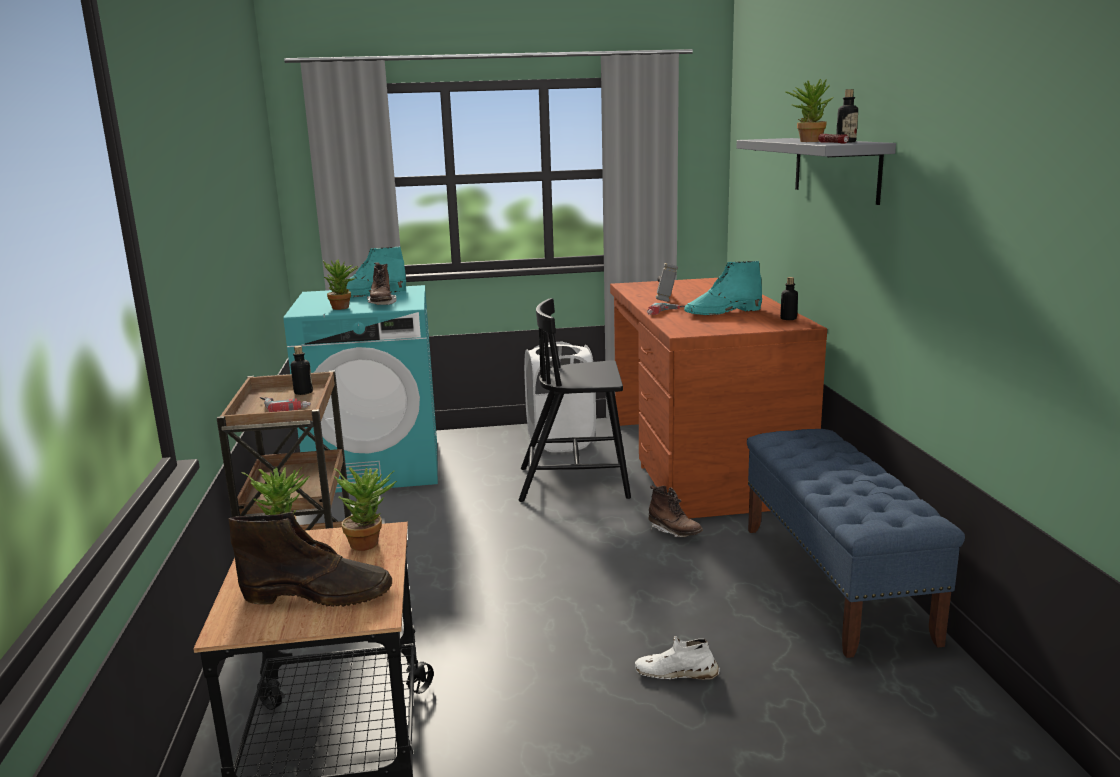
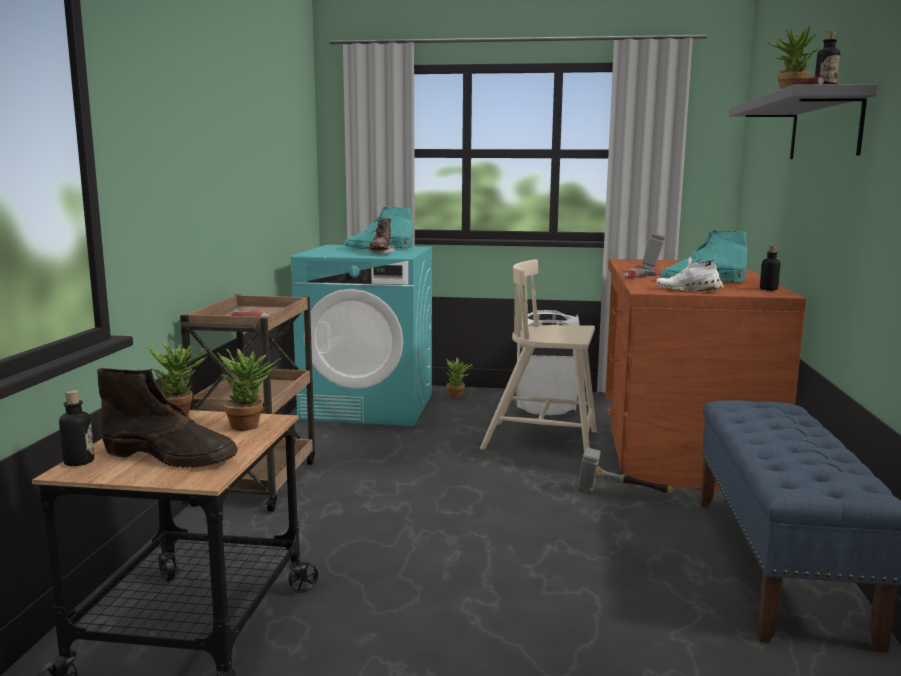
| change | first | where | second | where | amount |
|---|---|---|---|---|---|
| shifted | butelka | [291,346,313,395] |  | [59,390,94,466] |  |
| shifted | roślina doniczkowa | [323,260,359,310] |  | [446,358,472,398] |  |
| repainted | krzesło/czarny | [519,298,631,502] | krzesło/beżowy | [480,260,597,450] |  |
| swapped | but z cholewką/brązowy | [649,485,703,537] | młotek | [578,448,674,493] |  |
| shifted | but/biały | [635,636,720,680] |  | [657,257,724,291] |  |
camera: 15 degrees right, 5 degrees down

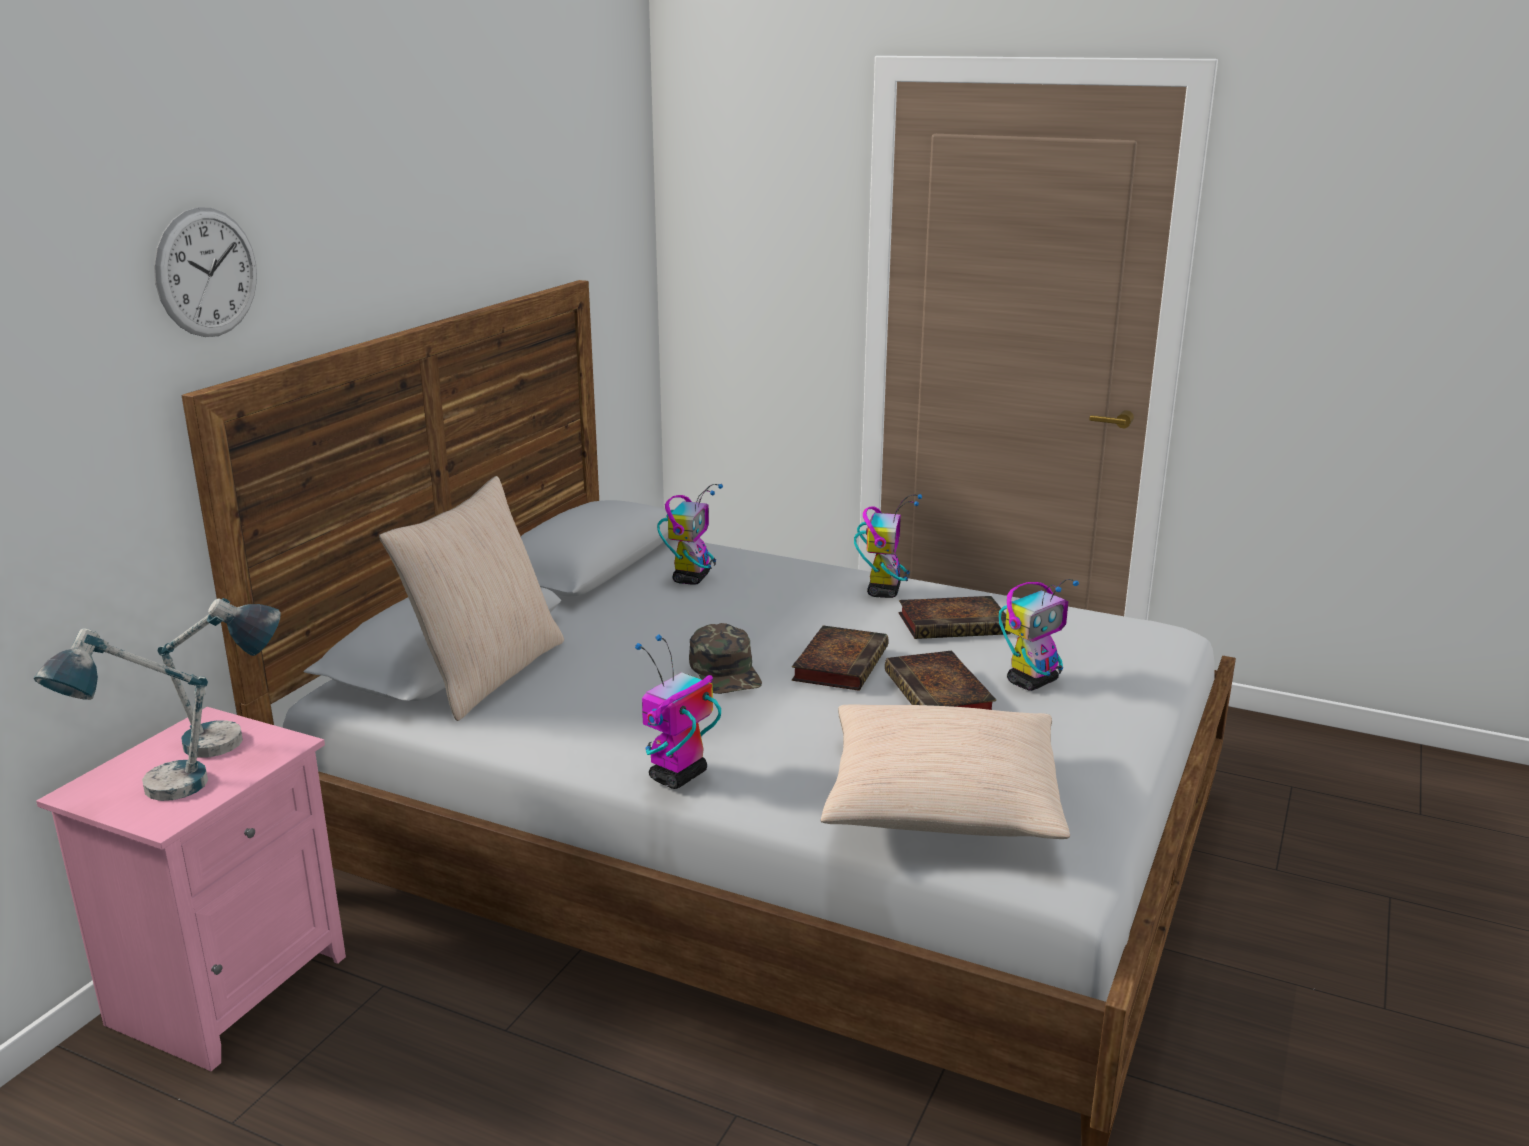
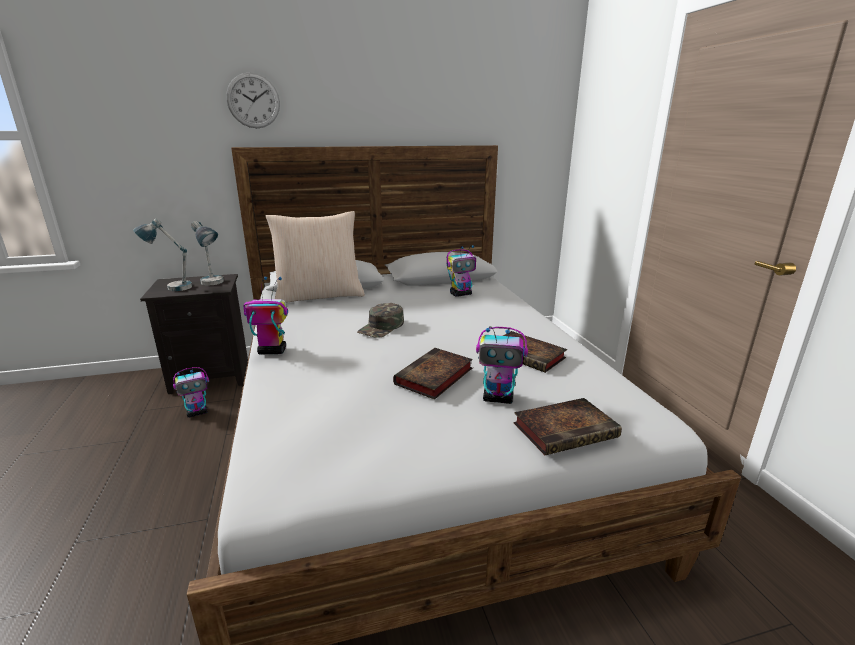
| change | first | where | second | where | amount |
|---|---|---|---|---|---|
| repainted | szafka nocna/różowy | [36,707,346,1071] | szafka nocna/czarny | [140,274,248,394] |  |
| shifted | robot zabawkowy | [854,494,923,598] |  | [173,367,209,418] |  |
| shifted | książka | [792,625,889,691] |  | [513,398,622,455] |  |
| gone | poduszka/beżowy | [820,705,1070,839] |  |  |  |
camera: 50 degrees right, 0 degrees up

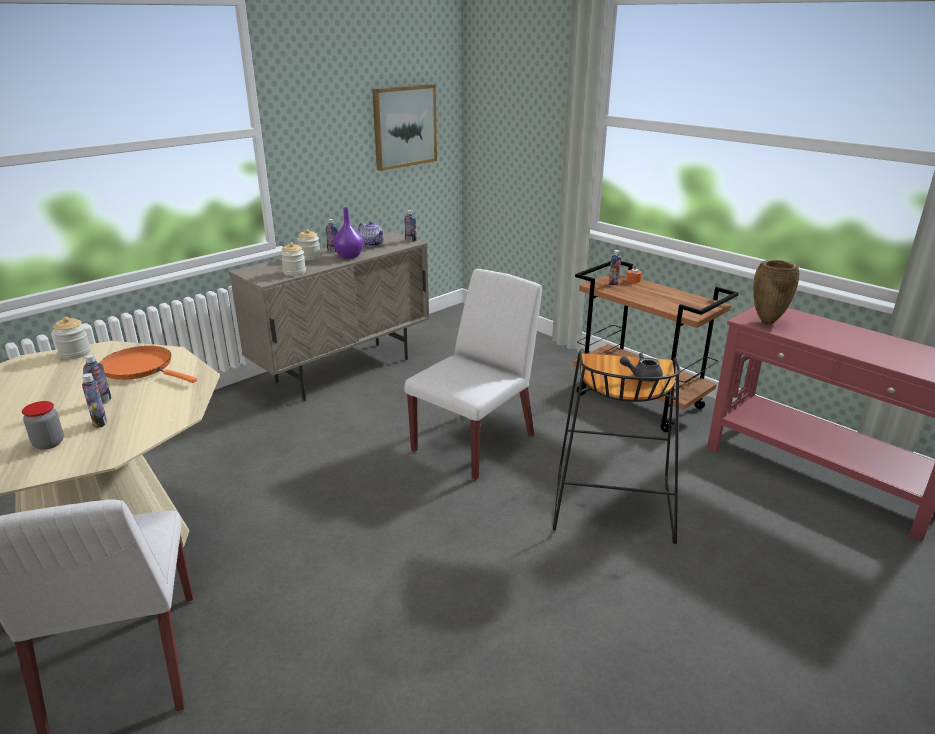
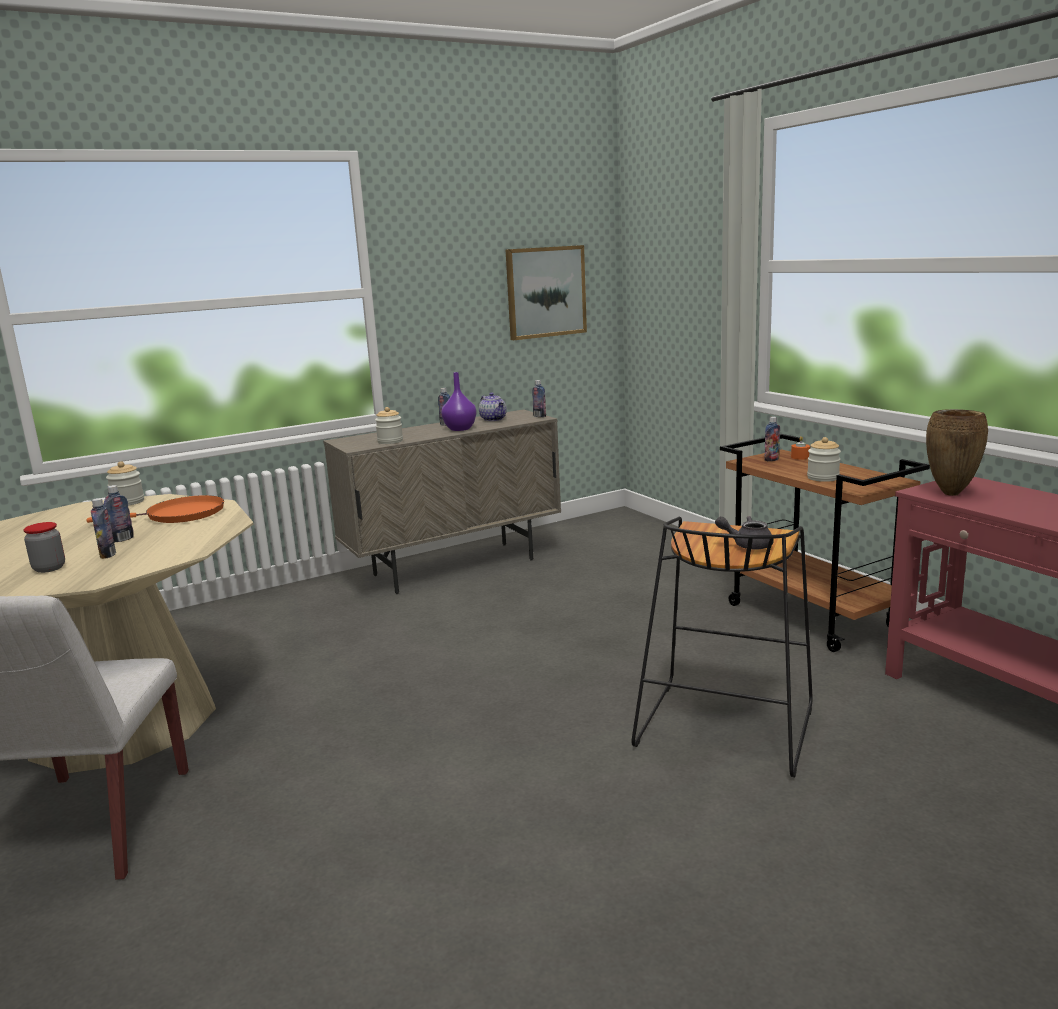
| change | first | where | second | where | amount |
|---|---|---|---|---|---|
| rotated | patelnia/pomarańczowy | [100,346,197,383] |  | [86,495,224,523] | 120 degrees clockwise |
| shifted | słoik | [297,229,321,261] |  | [807,437,841,482] |  |
| gone | krzesło/biały | [404,269,542,480] |  |  |  |
camera: 15 degrees right, 10 degrees down

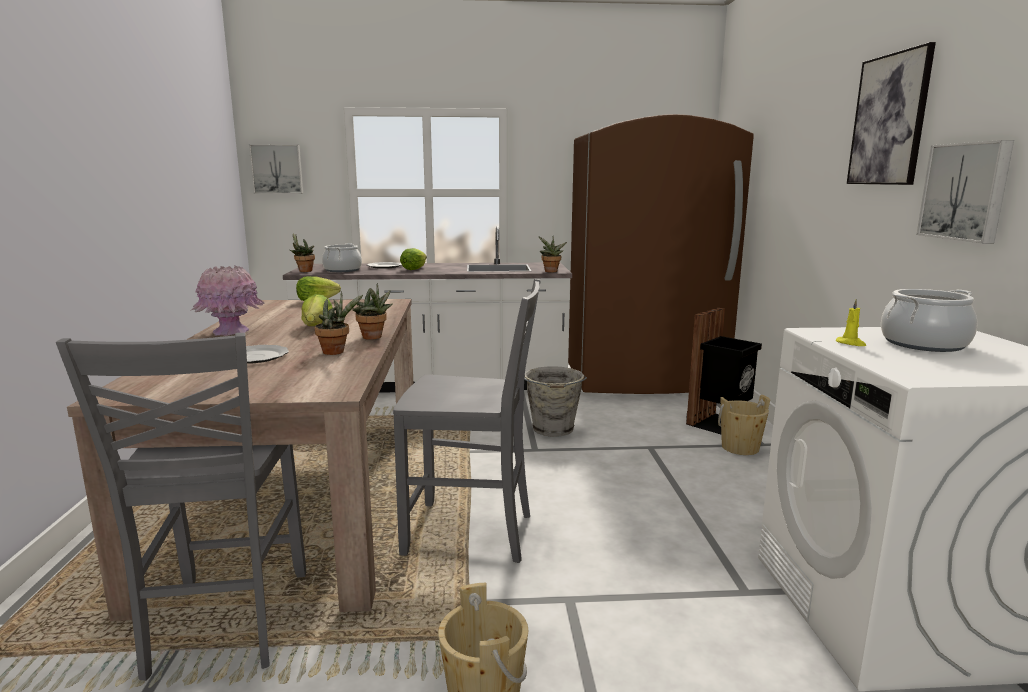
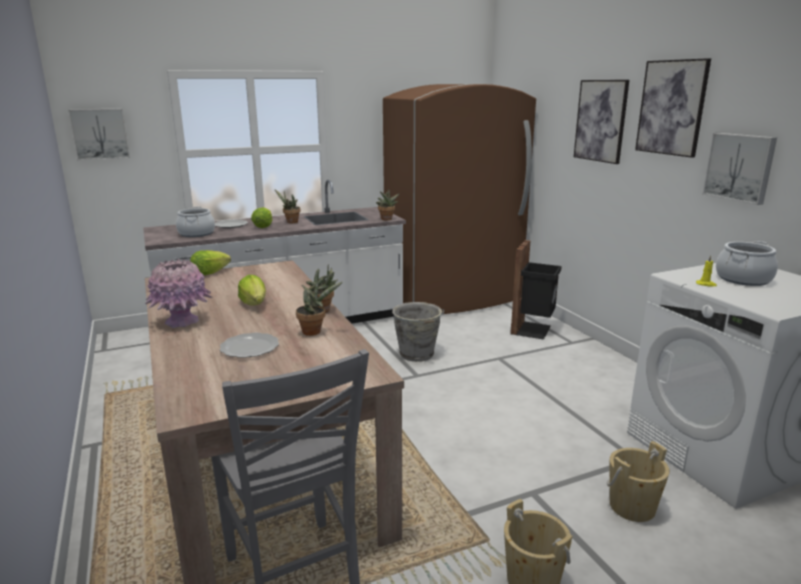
| change | first | where | second | where | amount |
|---|---|---|---|---|---|
| shifted | roślina doniczkowa | [290,233,315,272] |  | [275,189,300,223] |  |
| new |  |  | obraz | [574,80,629,164] |  |
| shifted | wiadro/beżowy | [718,395,770,455] |  | [607,441,670,522] |  |
| gone | krzesło/szary | [393,279,541,563] |  |  |  |
camera: 20 degrees left, 5 degrees up

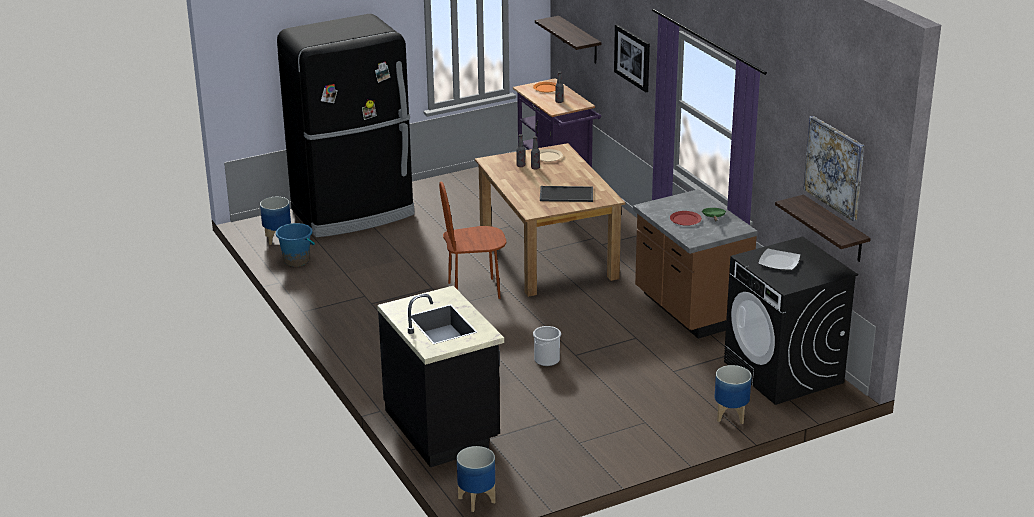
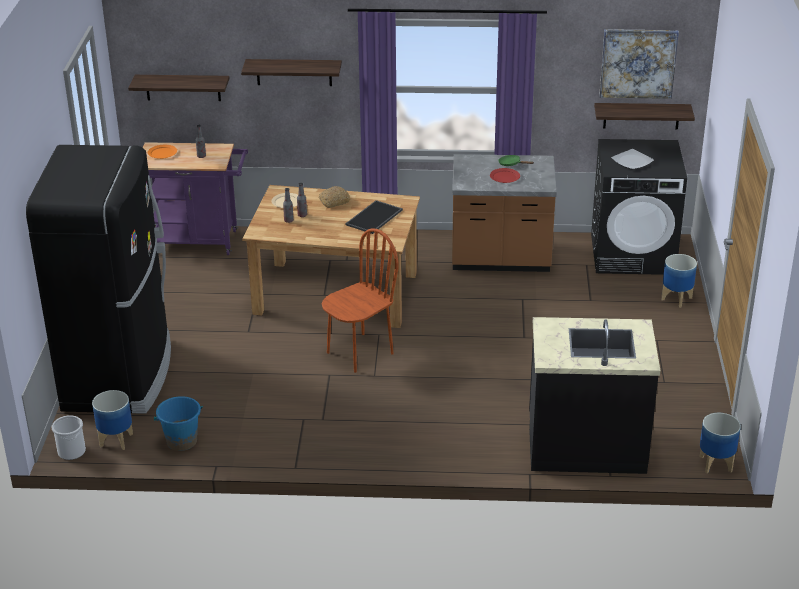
| change | first | where | second | where | amount |
|---|---|---|---|---|---|
| shifted | wiadro | [533,326,561,366] |  | [51,415,86,460] |  |
| swapped | obraz | [614,24,650,92] | półka | [241,59,342,86] |  |
| new |  |  | chleb | [319,186,350,208] |  |
| rotated | krzesło/brązowy | [439,181,506,299] |  | [322,228,398,373] | 150 degrees counterclockwise |
camera: 60 degrees left, 5 degrees up

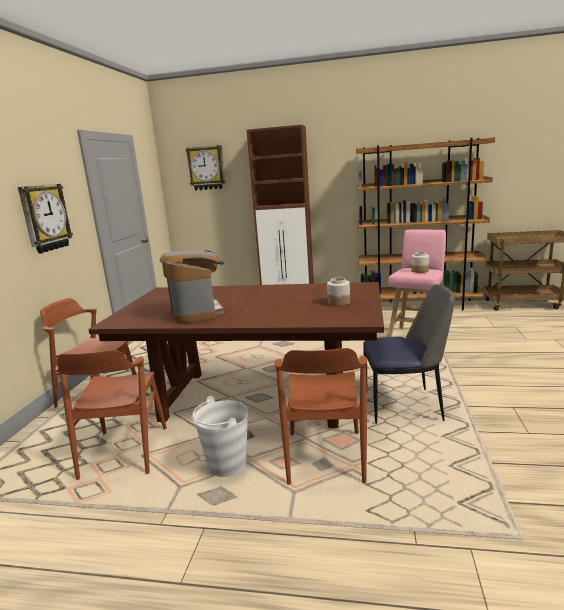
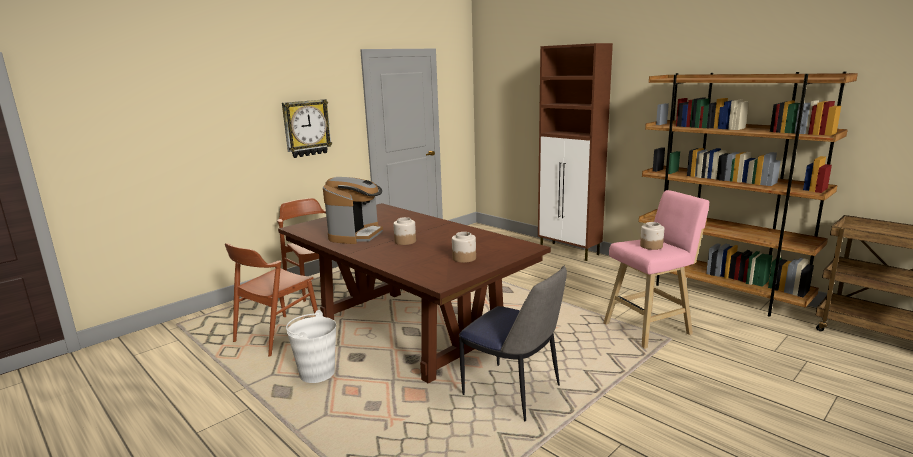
| change | first | where | second | where | amount |
|---|---|---|---|---|---|
| new |  |  | słoik | [393,217,416,245] |  |
| gone | zegar ścienny | [186,145,226,191] |  |  |  |
| gone | krzesło/brązowy | [274,348,367,485] |  |  |  |
camera: 35 degrees right, 0 degrees up

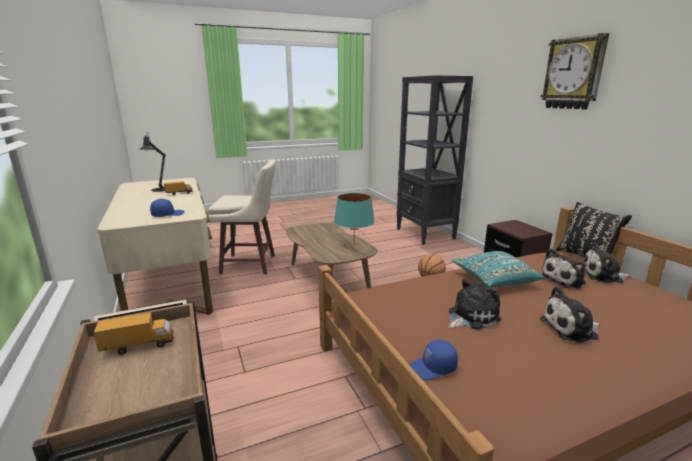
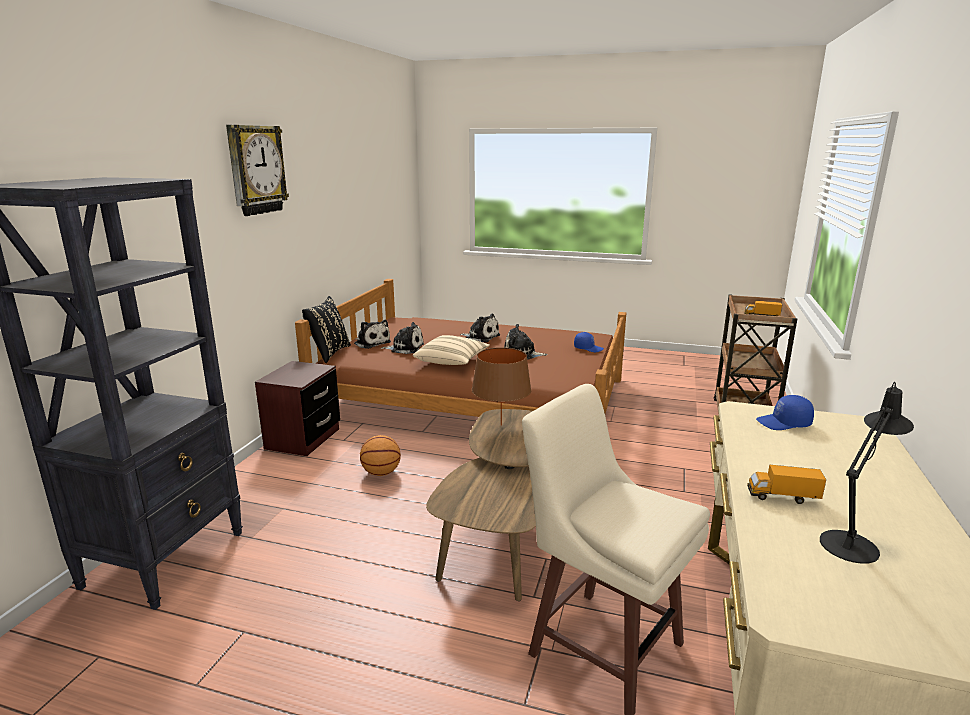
| change | first | where | second | where | amount |
|---|---|---|---|---|---|
| repainted | poduszka/turkusowy | [451,251,544,288] | poduszka/beżowy | [413,335,490,365] |  |
| repainted | lampa stołowa/turkusowy | [334,193,375,240] | lampa stołowa/brązowy | [472,347,531,426] |  |
camera: 140 degrees left, 0 degrees up

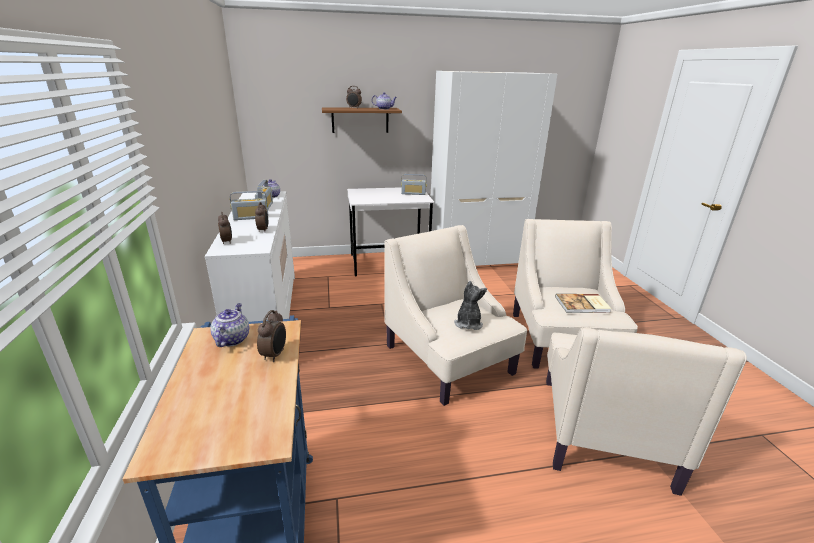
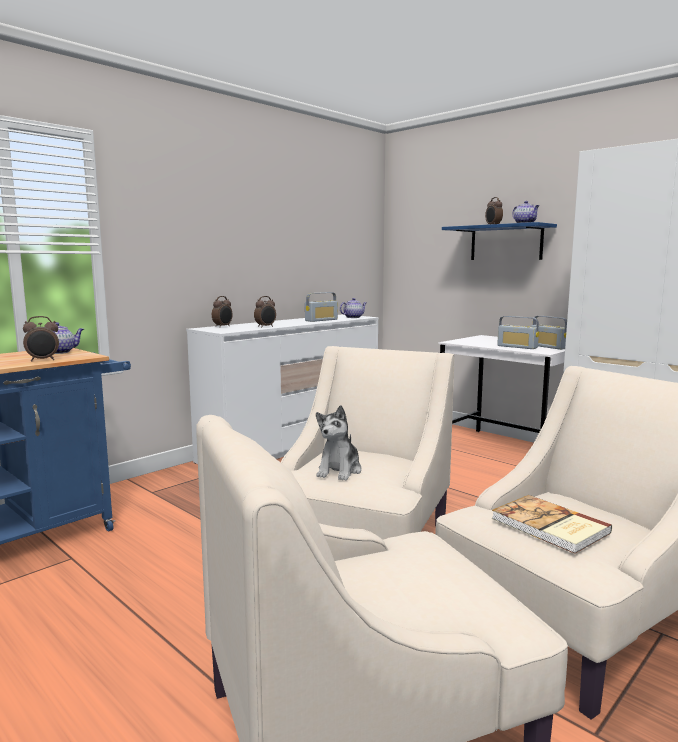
| change | first | where | second | where | amount |
|---|---|---|---|---|---|
| rotated | pluszak | [454,281,487,330] |  | [316,405,362,481] | 135 degrees clockwise |
| repainted | półka/brązowy | [322,107,402,133] | półka/niebieski | [442,222,557,260] |  |
| shifted | radio | [230,191,268,220] |  | [497,316,539,349] |  |
camera: 55 degrees right, 15 degrees down

